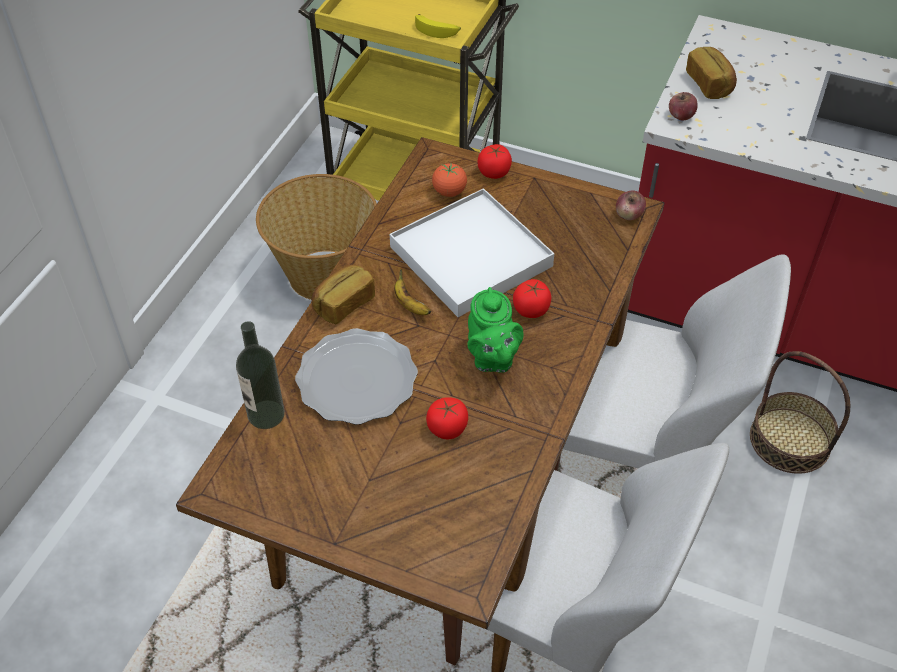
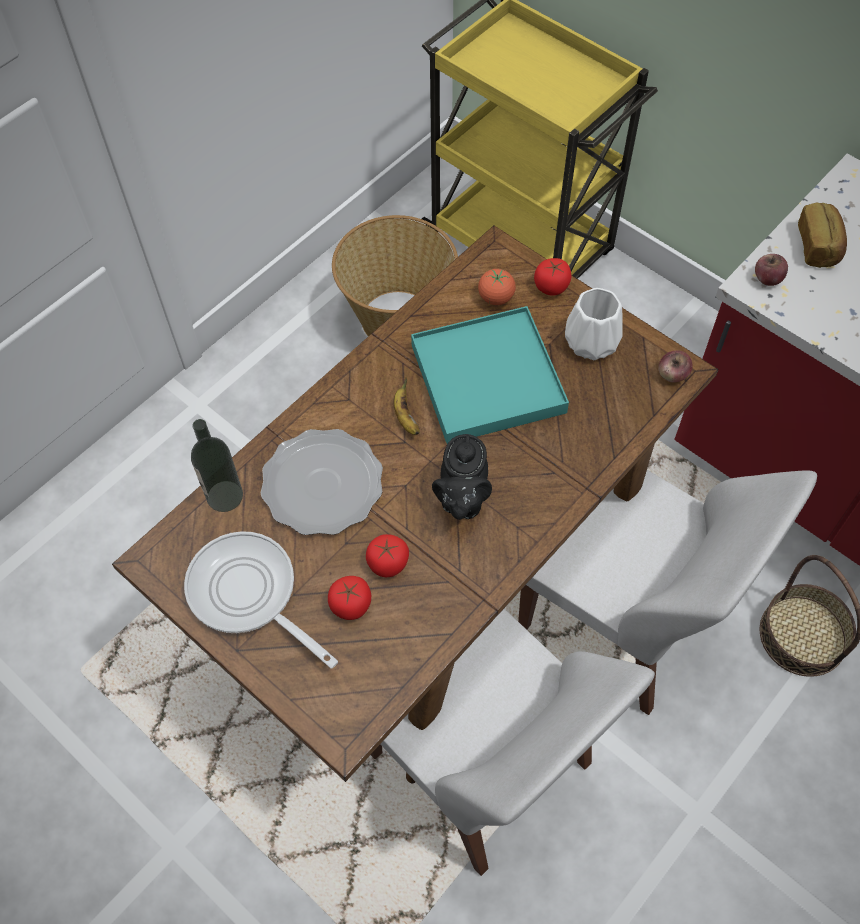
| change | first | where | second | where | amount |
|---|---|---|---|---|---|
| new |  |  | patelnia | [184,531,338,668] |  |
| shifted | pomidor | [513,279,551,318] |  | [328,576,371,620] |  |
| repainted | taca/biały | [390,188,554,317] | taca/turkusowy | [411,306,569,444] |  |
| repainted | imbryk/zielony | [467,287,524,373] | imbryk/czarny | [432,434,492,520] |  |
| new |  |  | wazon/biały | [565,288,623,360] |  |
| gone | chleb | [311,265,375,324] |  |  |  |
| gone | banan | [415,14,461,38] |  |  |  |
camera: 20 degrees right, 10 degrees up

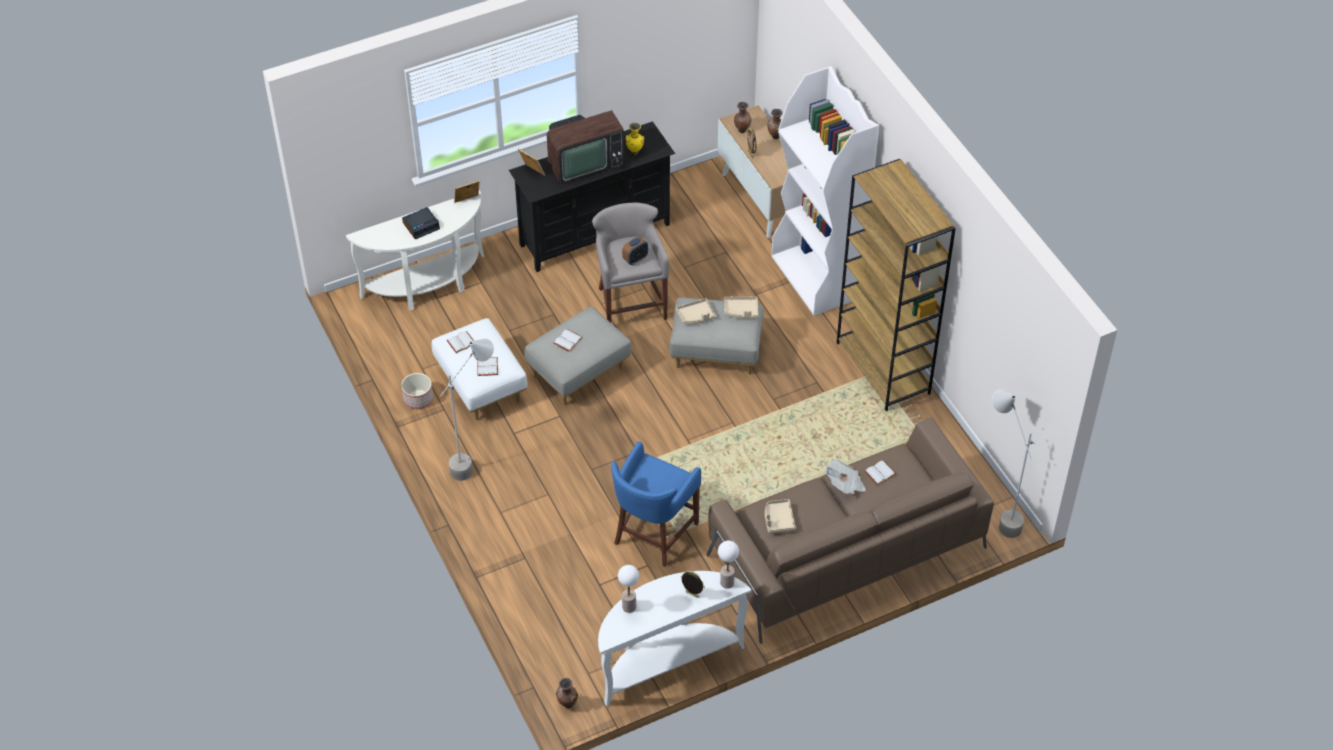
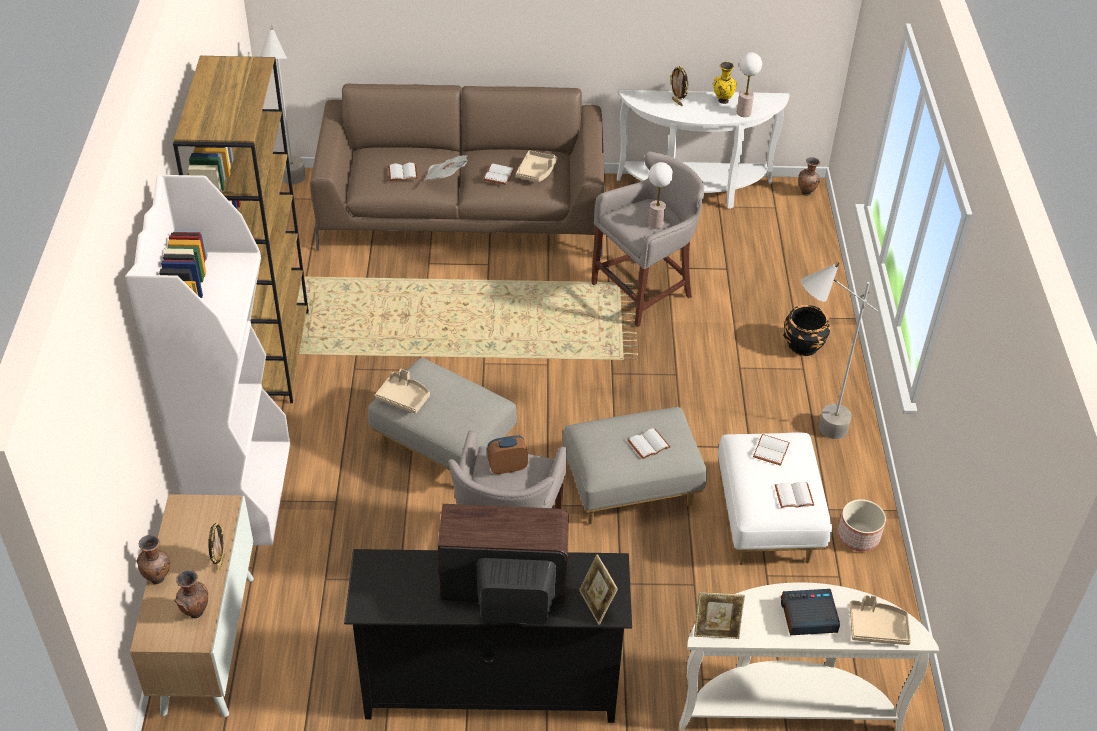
| change | first | where | second | where | amount |
|---|---|---|---|---|---|
| new |  |  | książka/biały | [483,163,515,185] |  |
| repainted | stołek/niebieski | [611,441,701,567] | stołek/szary | [591,152,704,327] |  |
| shifted | lampa stołowa | [718,541,739,589] |  | [648,162,673,229] |  |
| shifted | wazon/żółty | [625,123,644,155] |  | [713,62,737,104] |  |
| new |  |  | donica/czarny | [783,305,830,356] |  |
| shifted | taca/beżowy | [676,298,716,324] |  | [850,595,911,645] |  |
camera: 155 degrees left, 5 degrees down

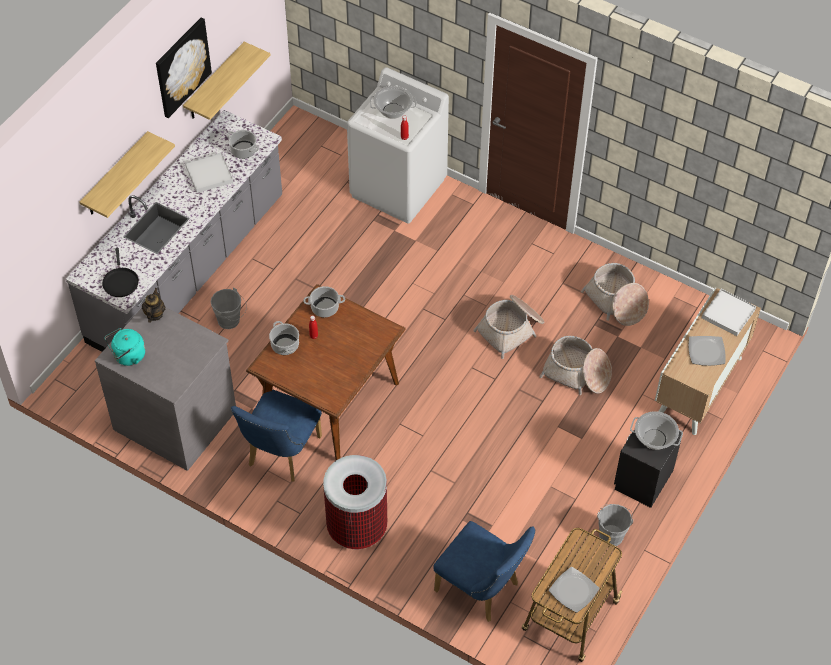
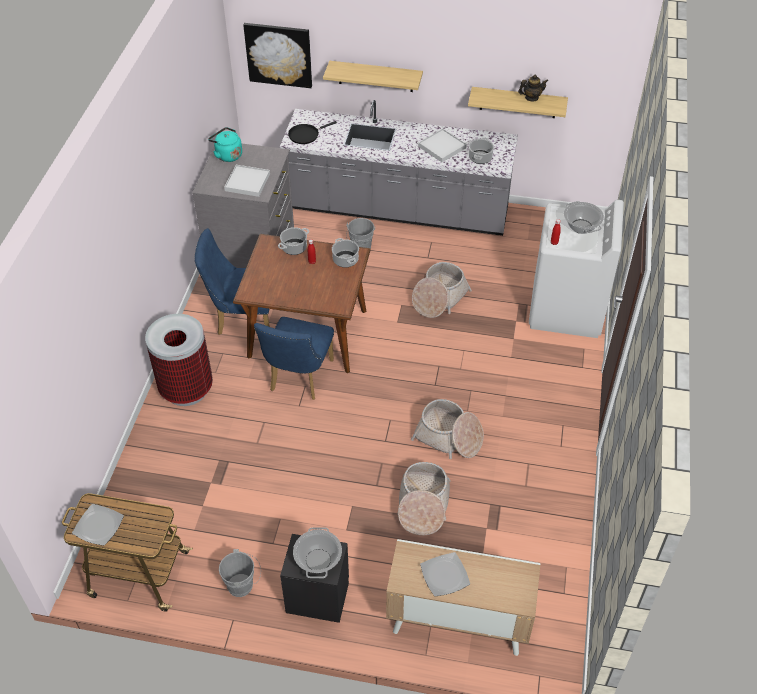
| change | first | where | second | where | amount |
|---|---|---|---|---|---|
| shifted | taca/biały | [702,289,756,336] |  | [224,165,270,197] |  |
| shifted | obraz | [156,17,212,118] |  | [243,23,312,88] |  |
| shifted | krzesło/niebieski | [433,521,535,622] |  | [254,317,334,400] |  |
| shifted | koszyk | [581,263,649,326] |  | [412,262,472,318] |  |
| shifted | imbryk | [142,288,165,323] |  | [518,74,548,102] |  |
camera: 70 degrees right, 5 degrees down

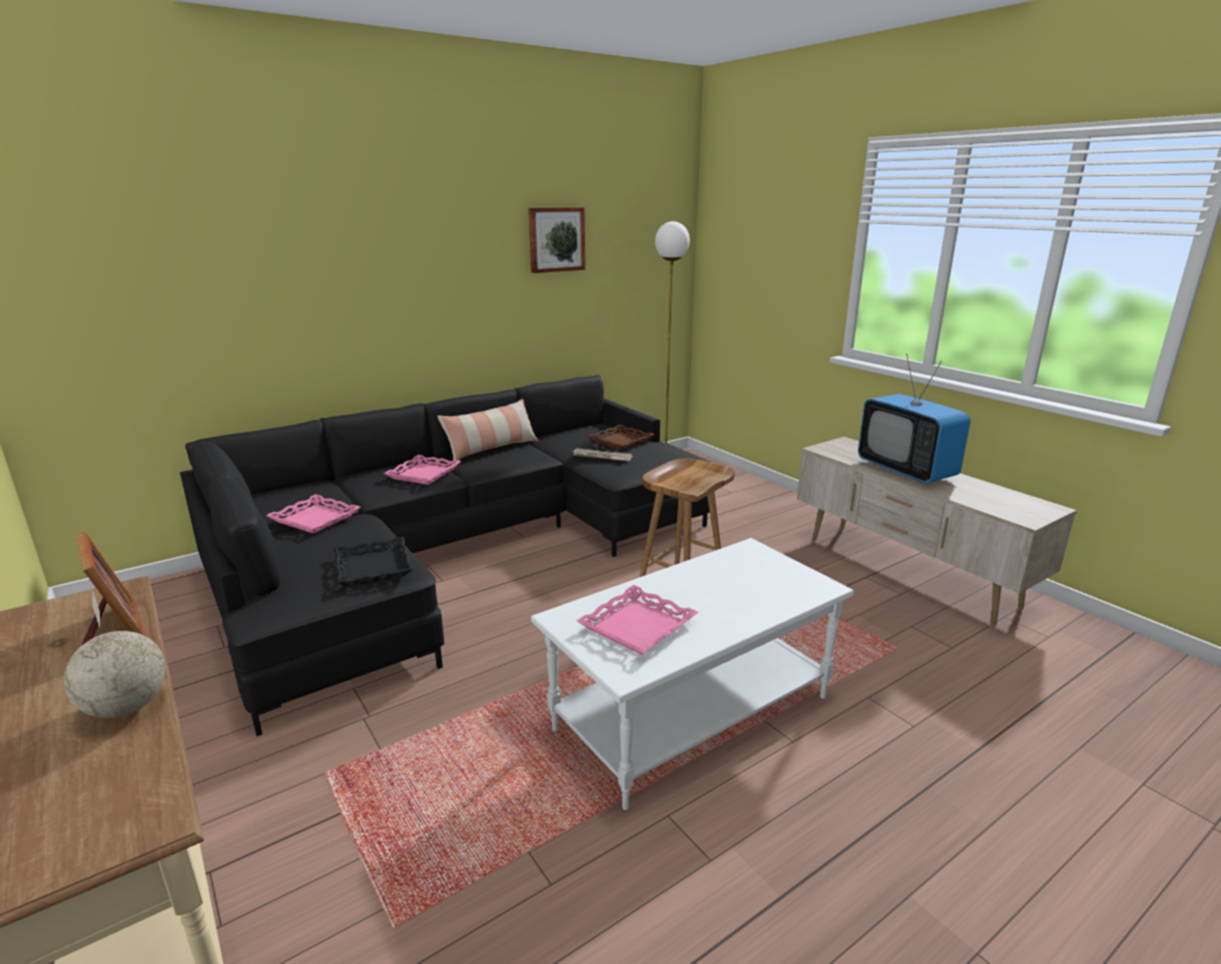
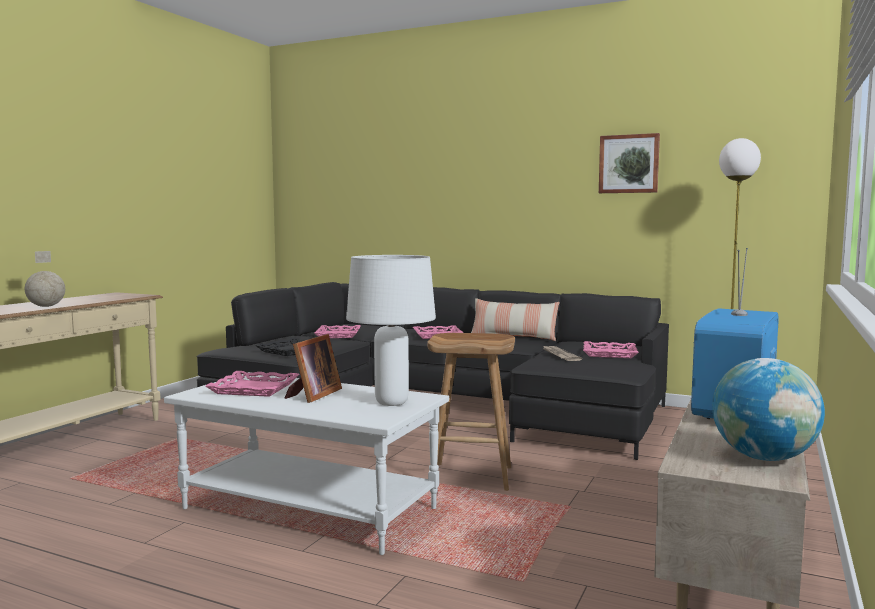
| change | first | where | second | where | amount |
|---|---|---|---|---|---|
| shifted | ramka na zdjęcie | [77,532,145,645] |  | [285,334,342,403] |  |
| new |  |  | lampa stołowa/biały | [346,255,436,406] |  |
| repainted | taca/brązowy | [587,425,654,450] | taca/różowy | [583,341,639,358] |  |
| new |  |  | globus | [712,358,825,461] |  |
camera: 60 degrees right, 15 degrees down

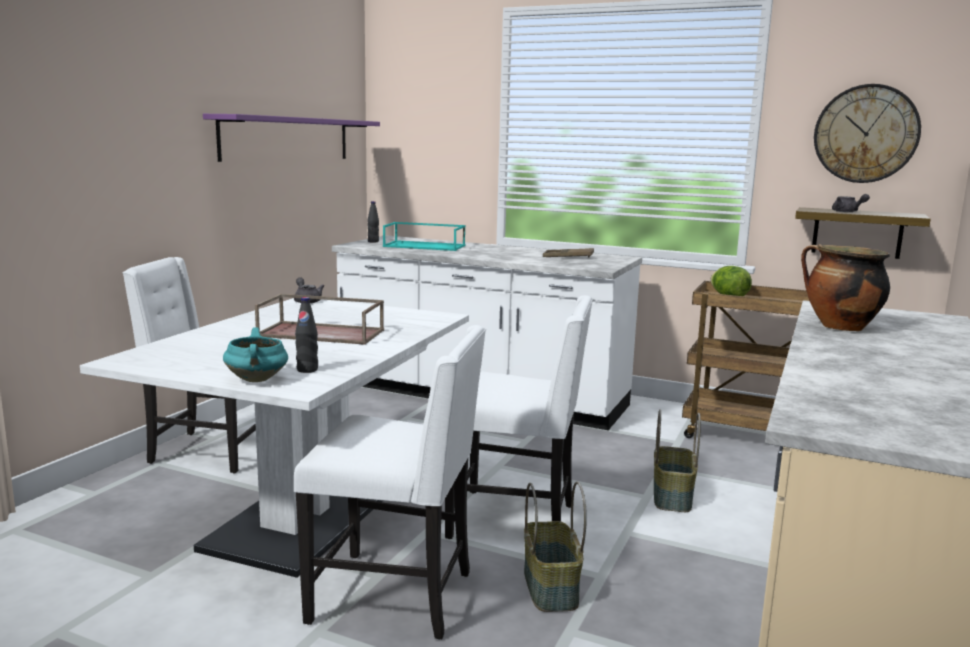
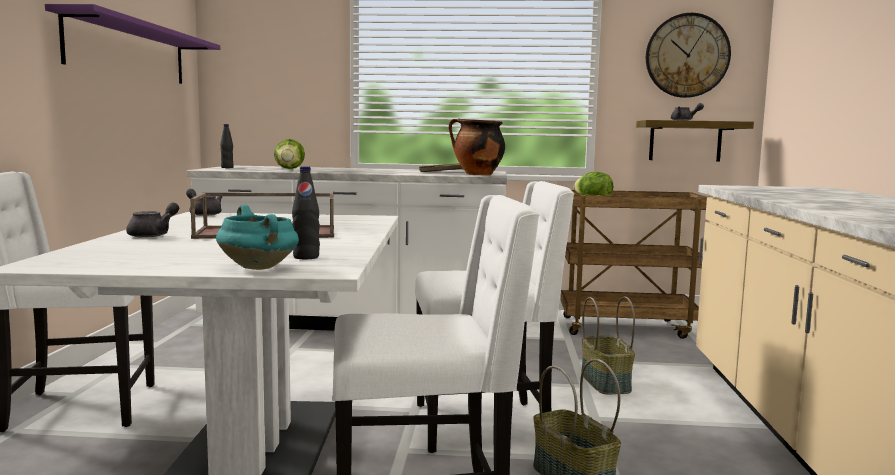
| change | first | where | second | where | amount |
|---|---|---|---|---|---|
| new |  |  | imbryk/szary | [126,203,179,238] |  |
| swapped | taca/turkusowy | [383,222,466,251] | sałata | [274,139,305,169] |  |
| shifted | garnek | [801,244,890,331] |  | [449,118,505,175] |  |
camera: 20 degrees left, 5 degrees down

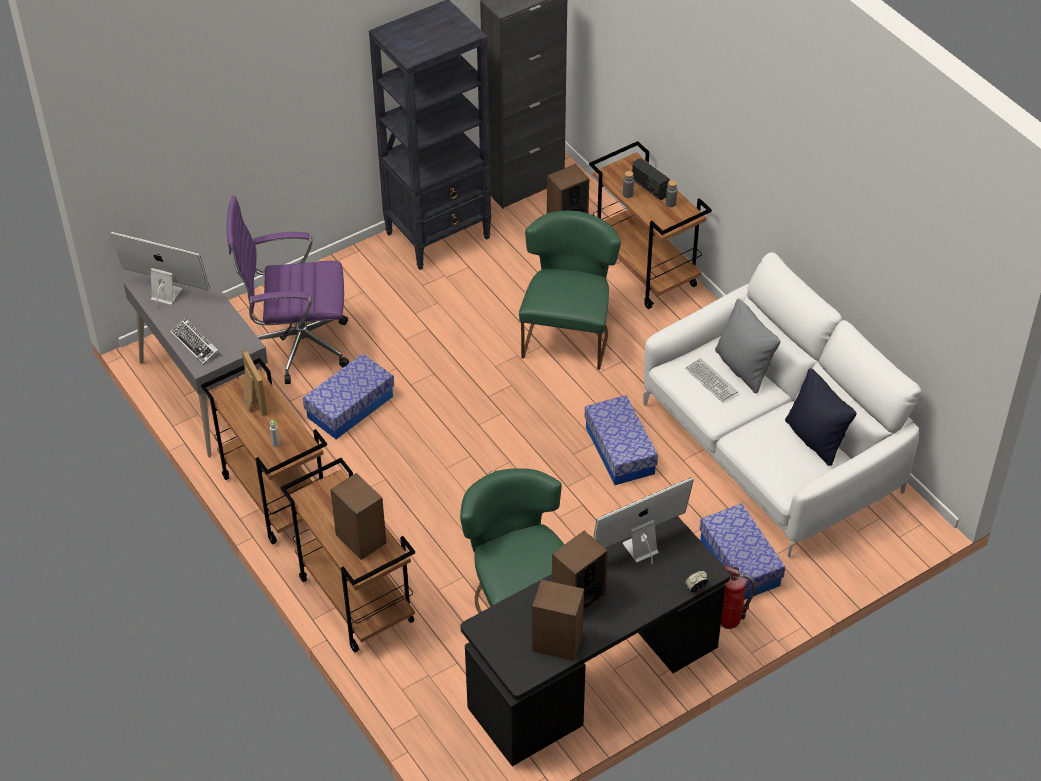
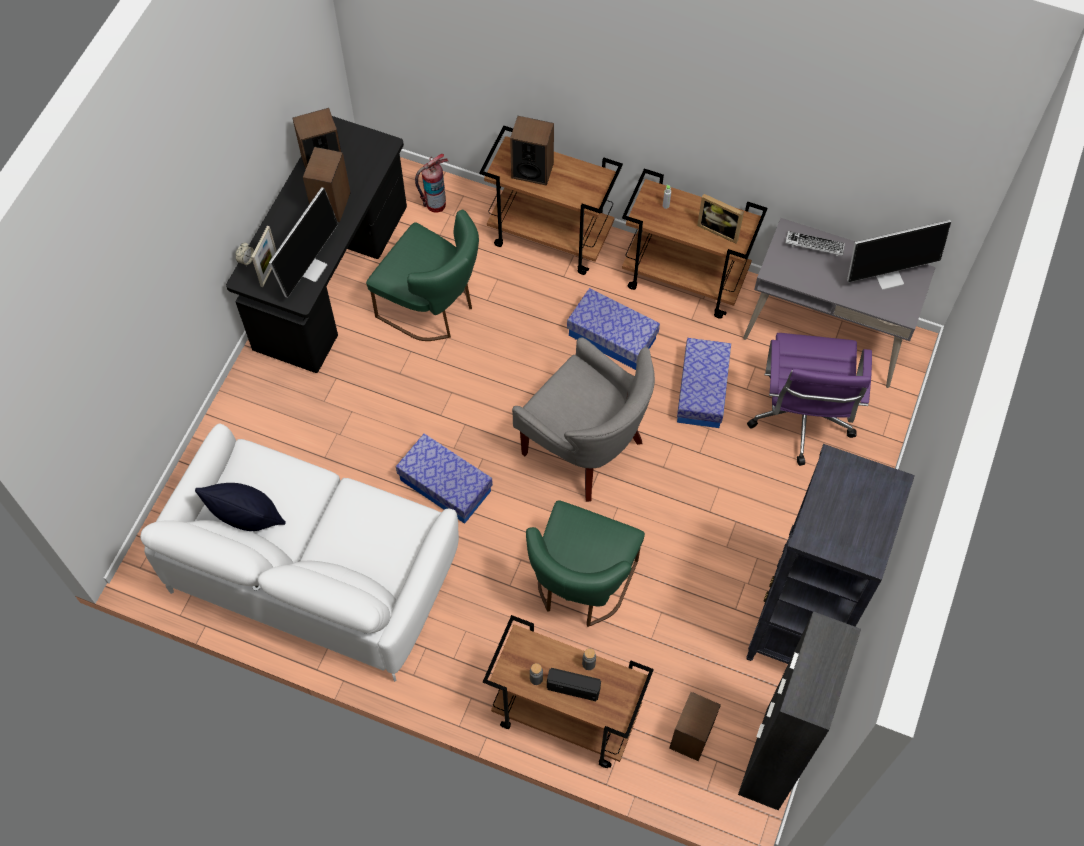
| change | first | where | second | where | amount |
|---|---|---|---|---|---|
| new |  |  | ramka na zdjęcie | [252,226,277,287] |  |
| shifted | gaśnica | [721,565,756,629] |  | [415,154,448,213] |  |
| new |  |  | fotel/szary | [512,337,655,502] |  |
| rotated | krzesło/zielony | [519,211,621,370] |  | [526,500,645,627] | 45 degrees clockwise |
| shifted | pojemnik do przechowywania | [699,503,785,600] |  | [567,288,660,370] |  |
| rotated | krzesło biurowe/fioletowy | [227,196,349,384] |  | [747,333,872,466] | 135 degrees clockwise |
| gone | klawiatura | [685,358,738,402] |  |  |  |
| gone | poduszka/szary | [715,299,781,393] |  |  |  |
camera: 145 degrees right, 15 degrees up

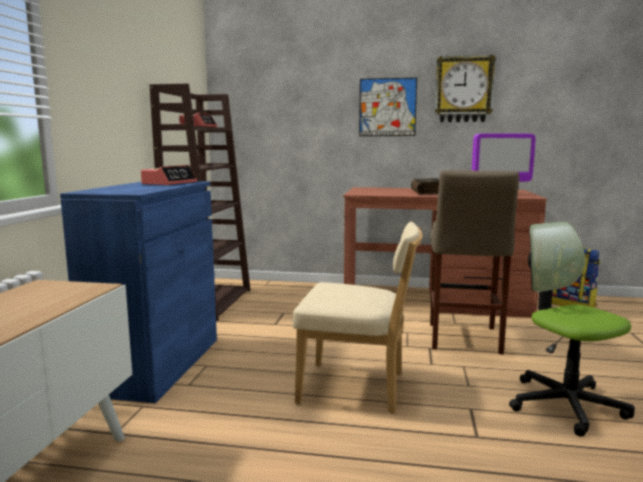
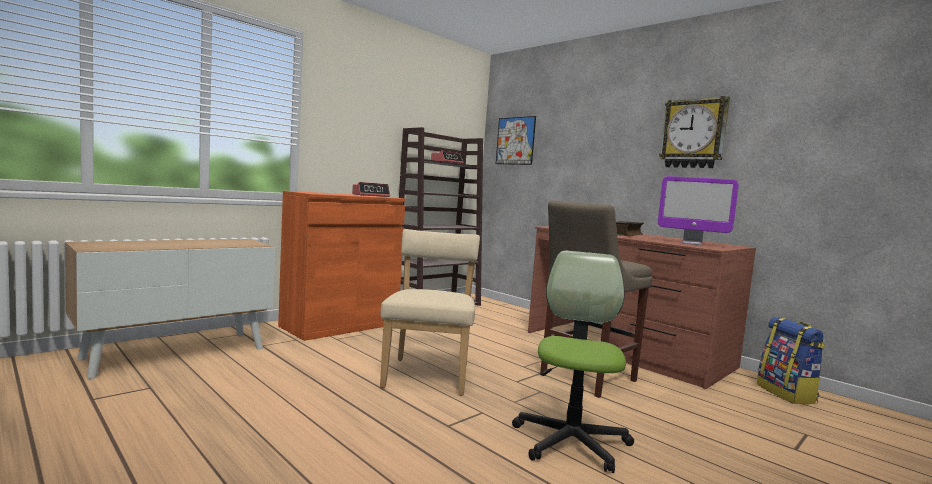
| change | first | where | second | where | amount |
|---|---|---|---|---|---|
| repainted | szafka/niebieski | [60,181,217,403] | szafka/pomarańczowy | [278,191,406,341] |  |
| rotated | krzesło/beżowy | [292,222,423,414] |  | [380,229,480,396] | 135 degrees counterclockwise |
| shifted | obraz | [359,78,417,136] |  | [496,116,536,165] |  |
camera: 35 degrees right, 5 degrees down

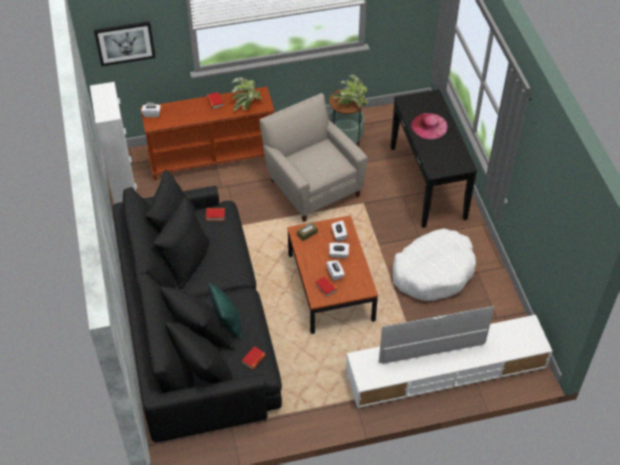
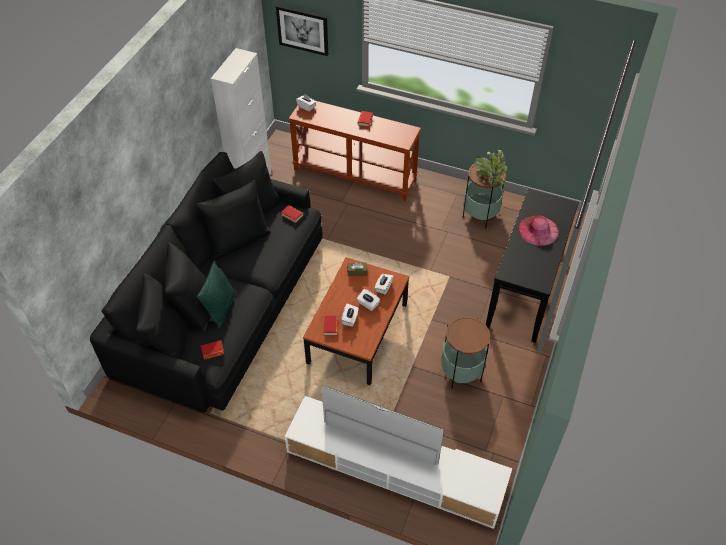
| change | first | where | second | where | amount |
|---|---|---|---|---|---|
| swapped | legowisko/biały | [393,229,476,301] | stolik | [441,317,490,389] |  |
| gone | roślina doniczkowa | [231,77,263,111] |  |  |  |
| gone | fotel/beżowy | [259,93,368,222] |  |  |  |
camera: 35 degrees right, 0 degrees up

